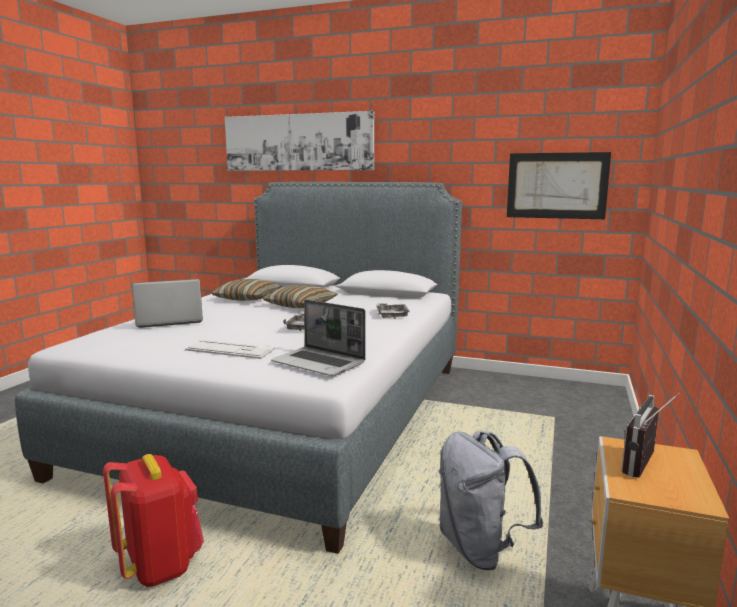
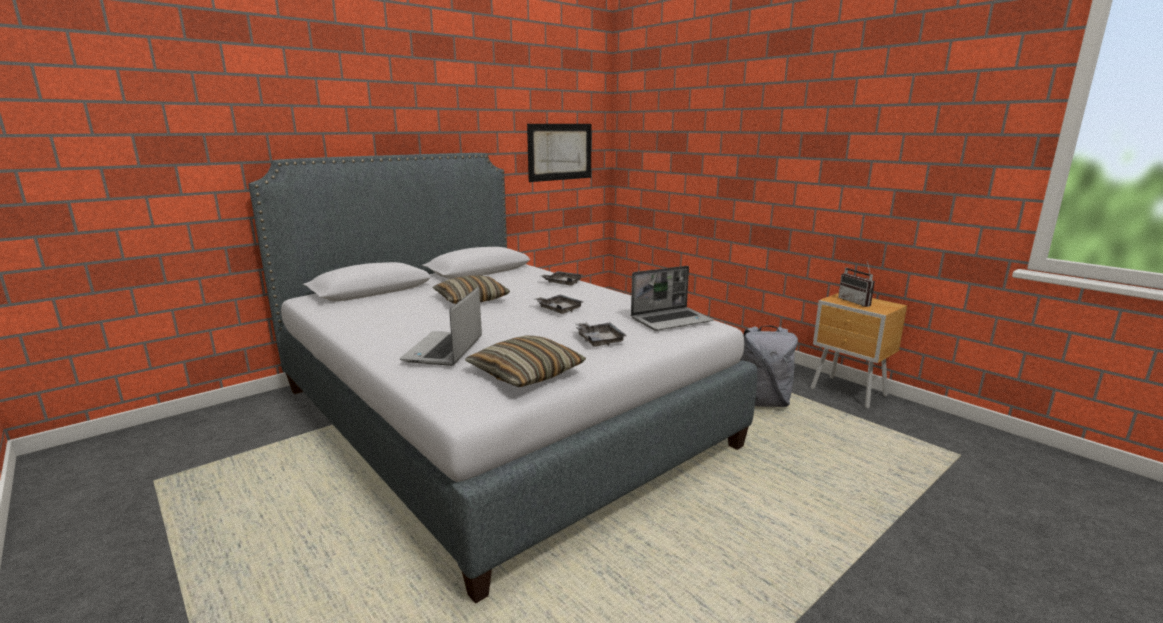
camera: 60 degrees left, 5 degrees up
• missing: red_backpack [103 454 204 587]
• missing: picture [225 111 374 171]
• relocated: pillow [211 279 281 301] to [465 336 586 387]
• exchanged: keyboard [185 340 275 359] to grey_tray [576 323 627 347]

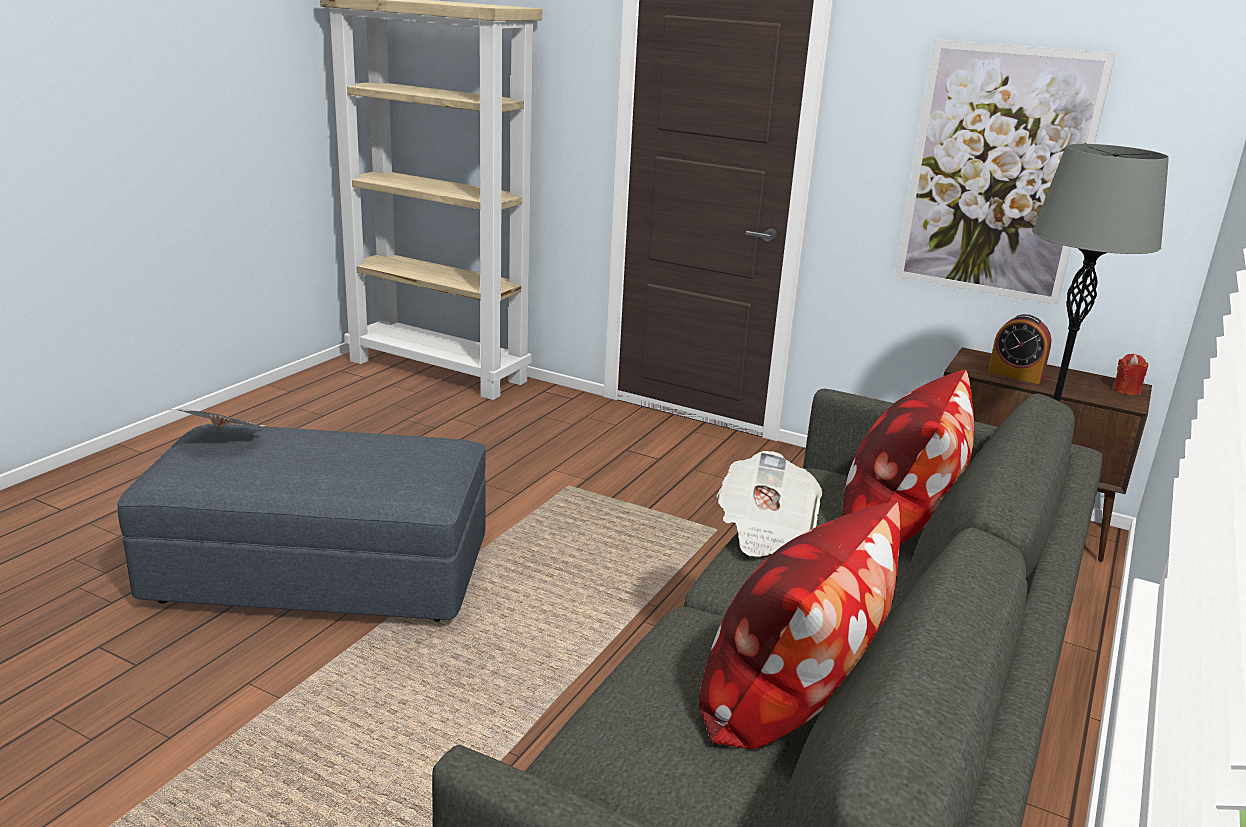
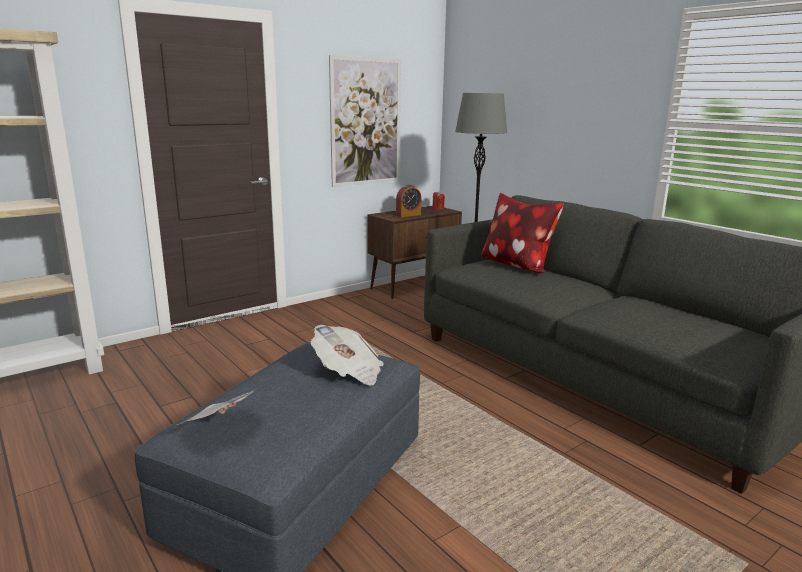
camera: 65 degrees left, 5 degrees down
• missing: pillow [699 501 900 750]
• relocated: newspaper [717 451 823 557] to [310 325 384 385]

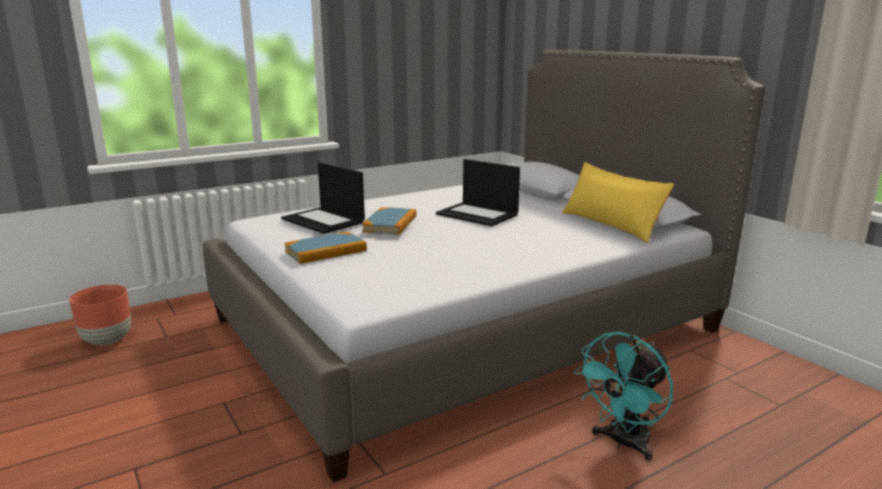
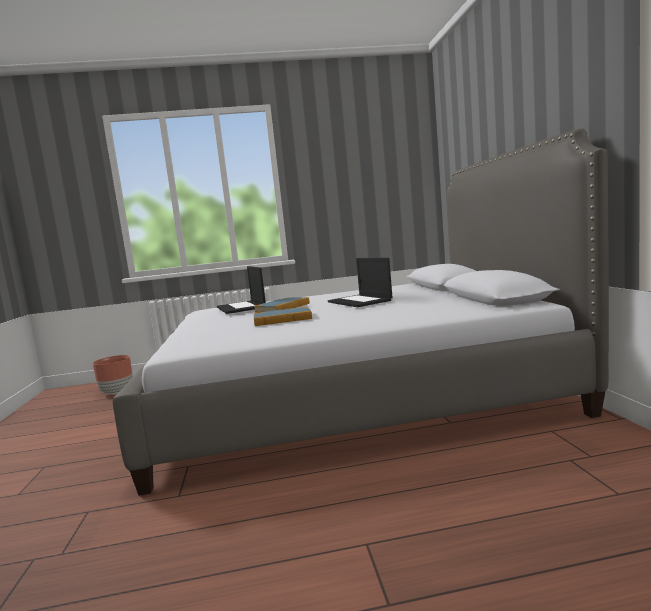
camera: 25 degrees right, 10 degrees down
• missing: yellow_pillow [562 162 674 243]
• missing: turquoise_fan [574 332 673 461]
• relocated: book [284 232 367 264] to [254 307 312 326]

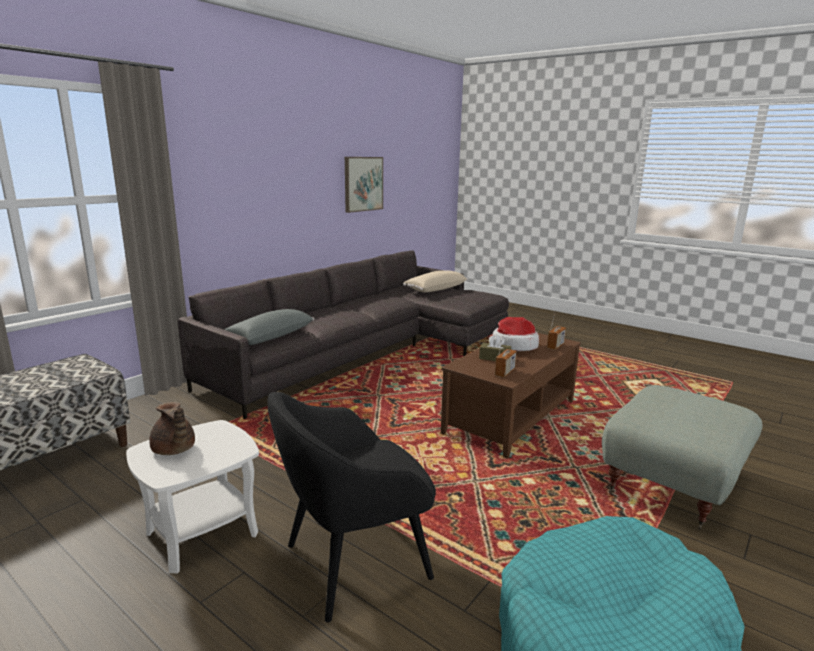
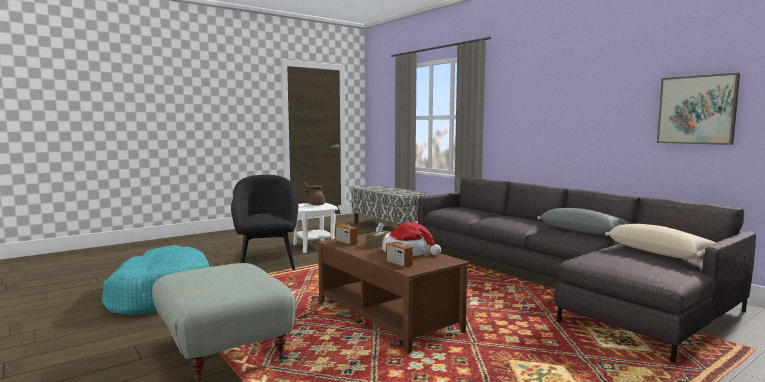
camera: 105 degrees right, 10 degrees down
• relocated: grey_pillow [224 309 314 345] to [538 208 630 234]

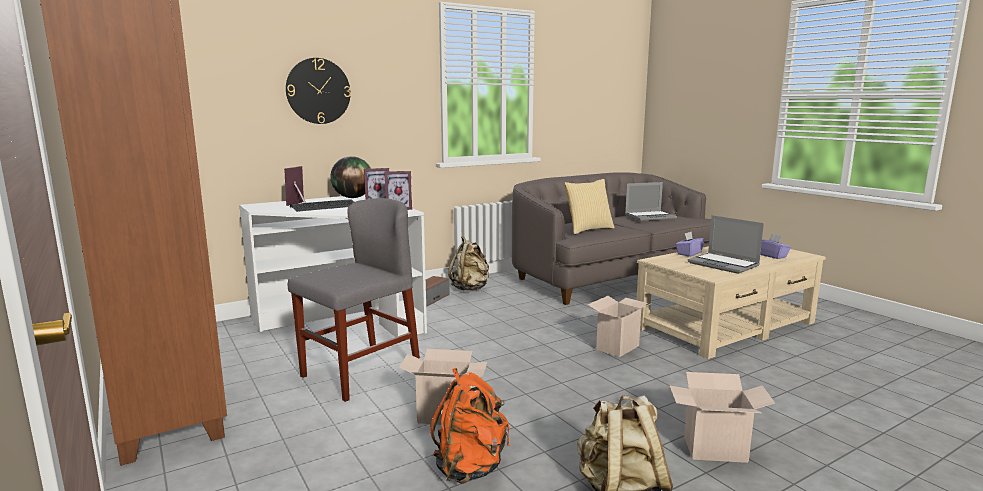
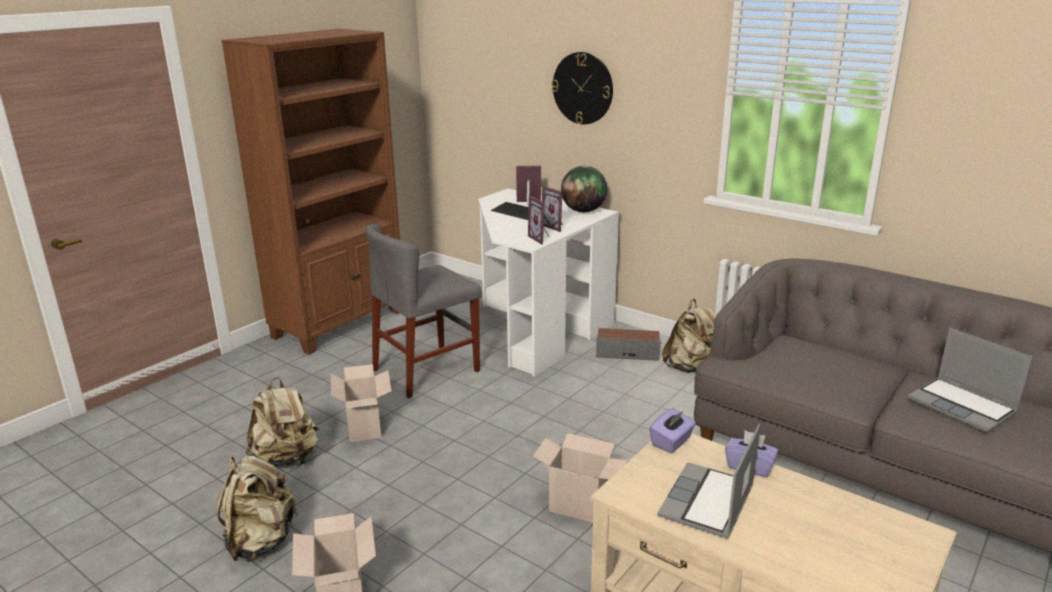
camera: 70 degrees right, 10 degrees up
• missing: pillow [564 179 614 234]
• relocated: purple_tissue_box [760 233 791 259] to [649 408 696 453]
• colour: orange_backpack [430 368 510 484] to beige_backpack [246 377 319 467]
• spun: grey_chair [288 198 420 402] = [365 224 482 398] 120 degrees clockwise

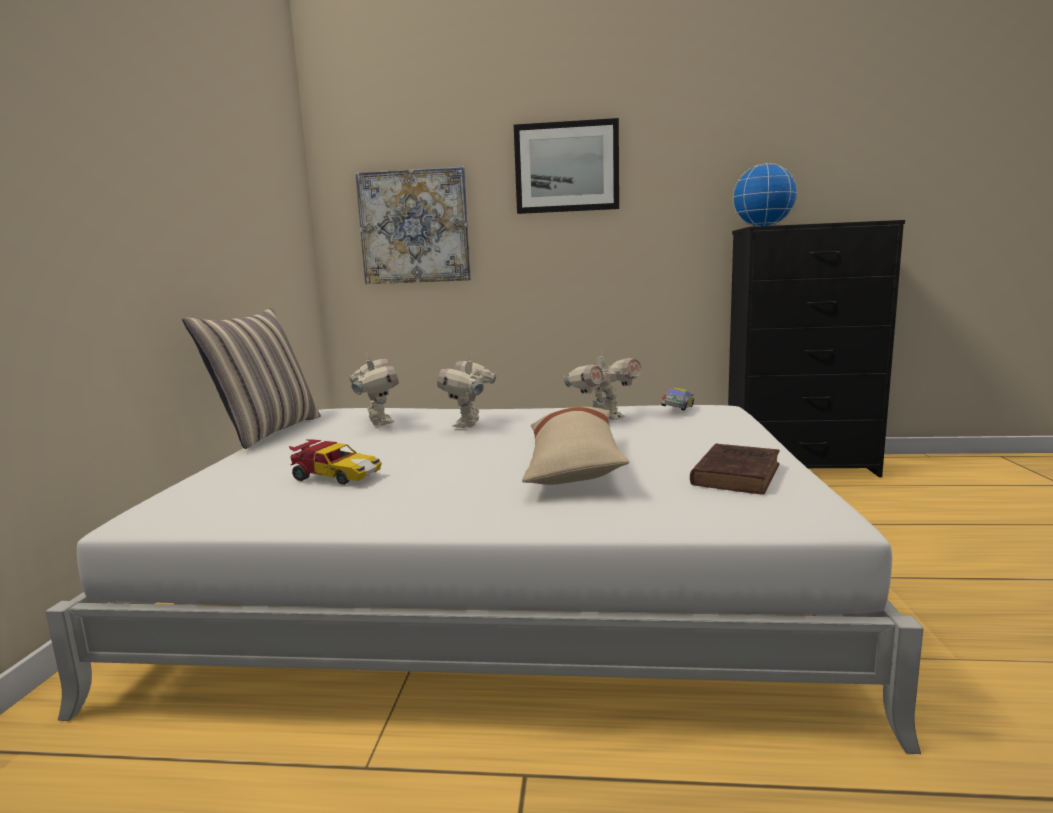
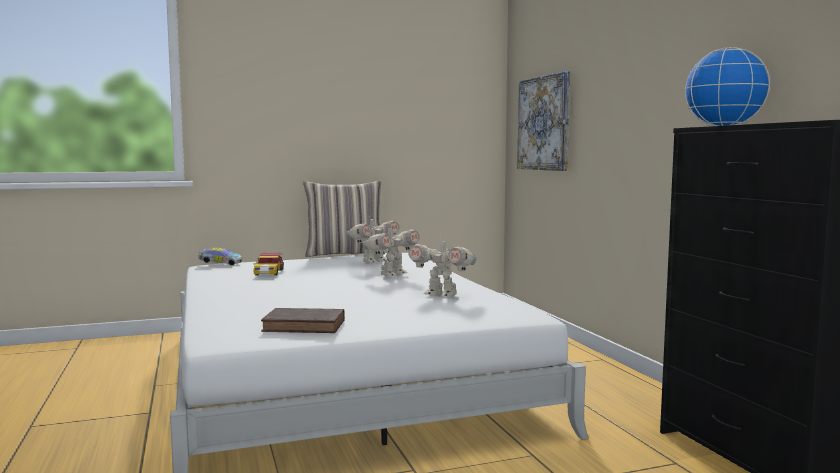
camera: 65 degrees right, 5 degrees down
• missing: picture [514 118 619 214]
• missing: beige_pillow [522 407 629 485]
• relocated: toy_car [661 387 694 411] to [198 248 242 265]
• spun: toy_robot [437 353 496 428] = [362 225 420 276] 150 degrees clockwise

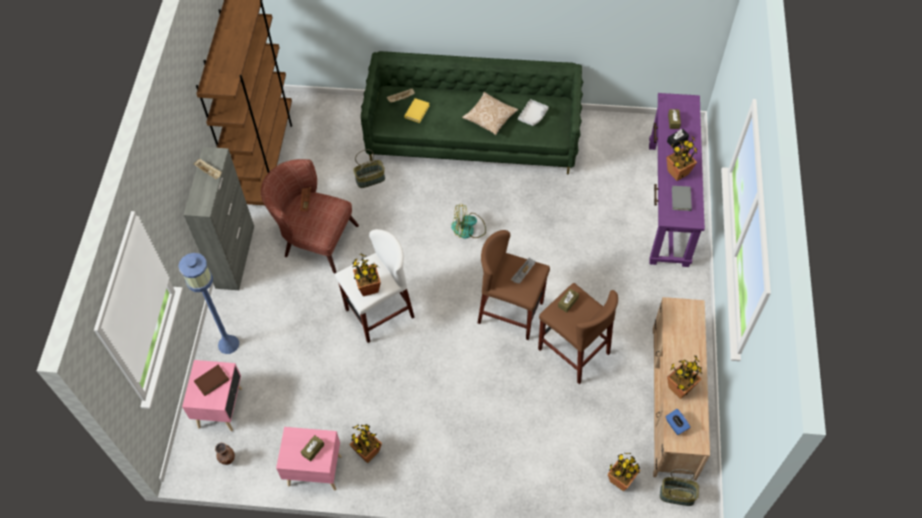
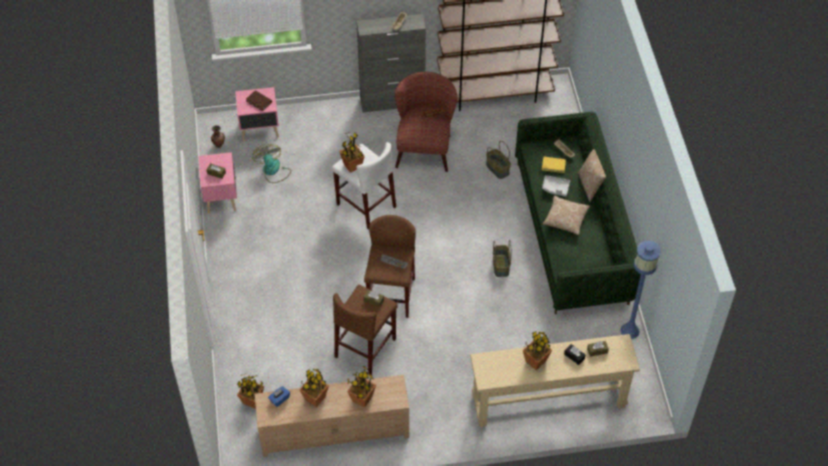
camera: 75 degrees right, 5 degrees down
• missing: grey_book [672 186 692 211]
• appeared: pillow [578 149 606 202]
• relocated: blue_floor_lamp [178 253 239 354] to [621 241 661 339]
• relocated: potted_plant [349 424 382 463] to [347 366 376 407]
• relocated: fan [451 203 486 239] to [252 144 291 183]
• relocated: grey_tray [518 99 549 126] to [542 175 570 197]
• relocated: basket [660 469 699 506] to [493 240 512 277]
• colour: purple_console_table [649 93 705 267] to beige_console_table [470 334 640 427]

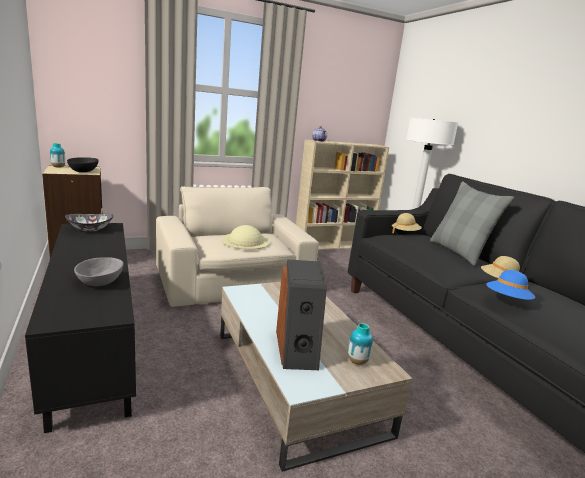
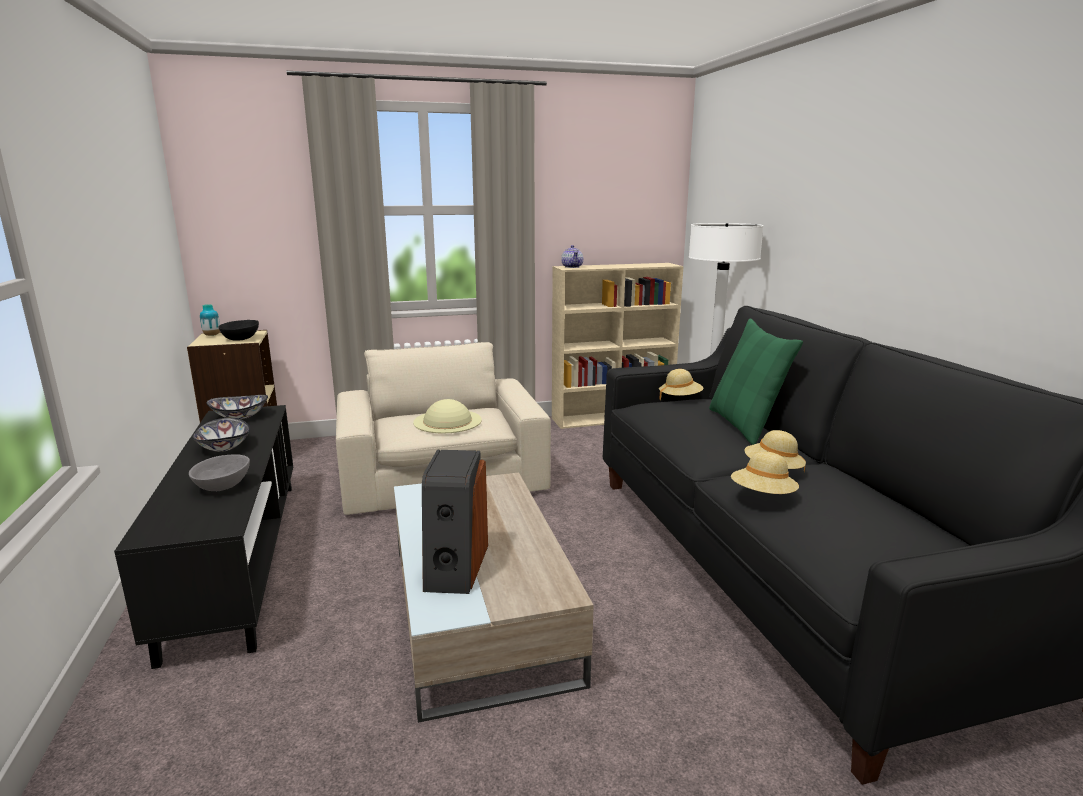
camera: 10 degrees right, 0 degrees up
• missing: vase [348 323 373 365]
• appeared: bowl [192 418 250 452]
• colour: grey_pillow [430 181 514 266] to green_pillow [709 318 803 445]
• colour: blue_hat [486 270 535 300] to beige_hat [731 451 799 494]

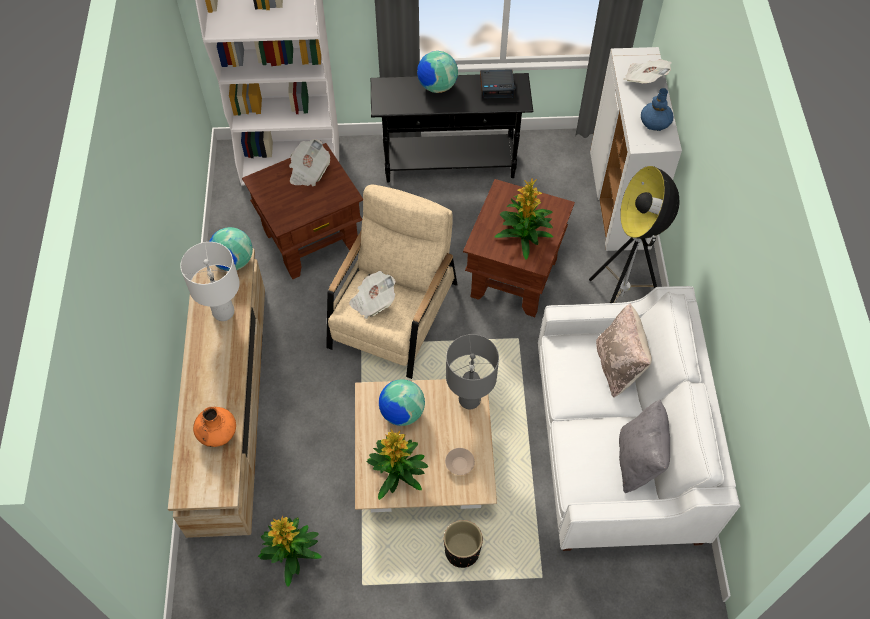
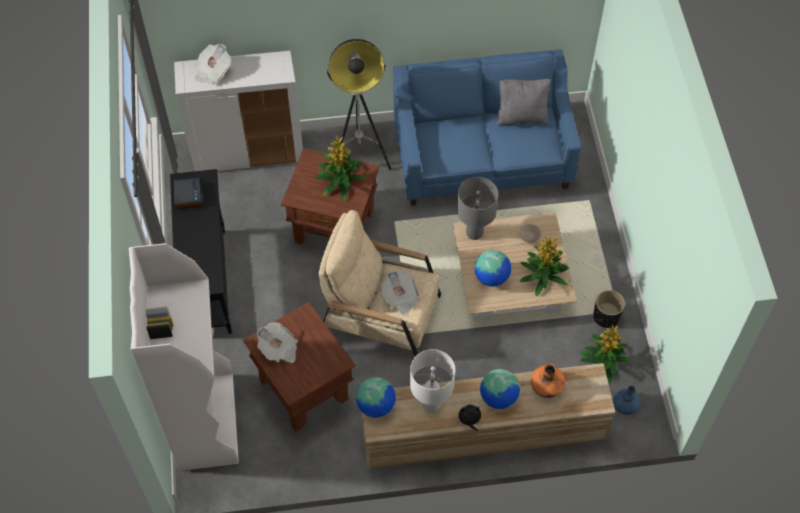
camera: 95 degrees left, 0 degrees up
• missing: beige_pillow [596 303 652 398]
• appeared: plush_toy [457 404 481 431]
• relocated: globe [417 51 458 93] to [480 369 520 409]
• relocated: black_planter [444 520 483 568] to [593 290 625 328]
• relocated: blue_vase [641 88 673 131] to [613 386 641 415]
• colour: white_sofa [538 286 740 551] to blue_sofa [393 50 581 206]

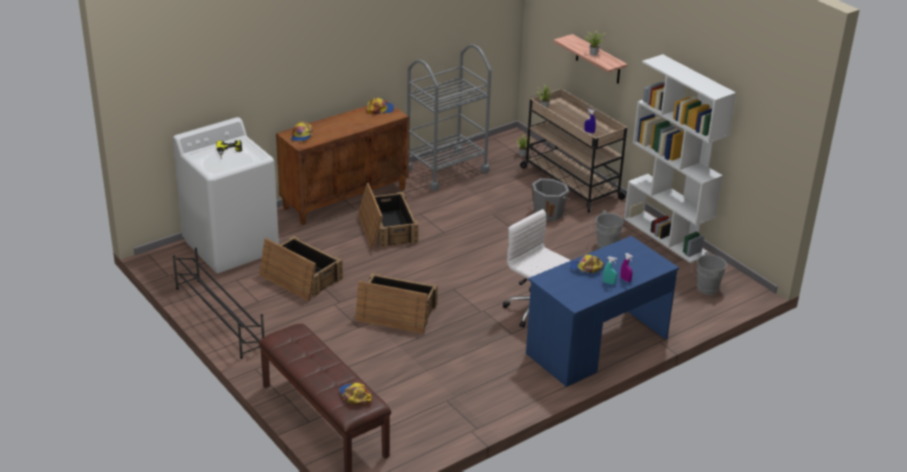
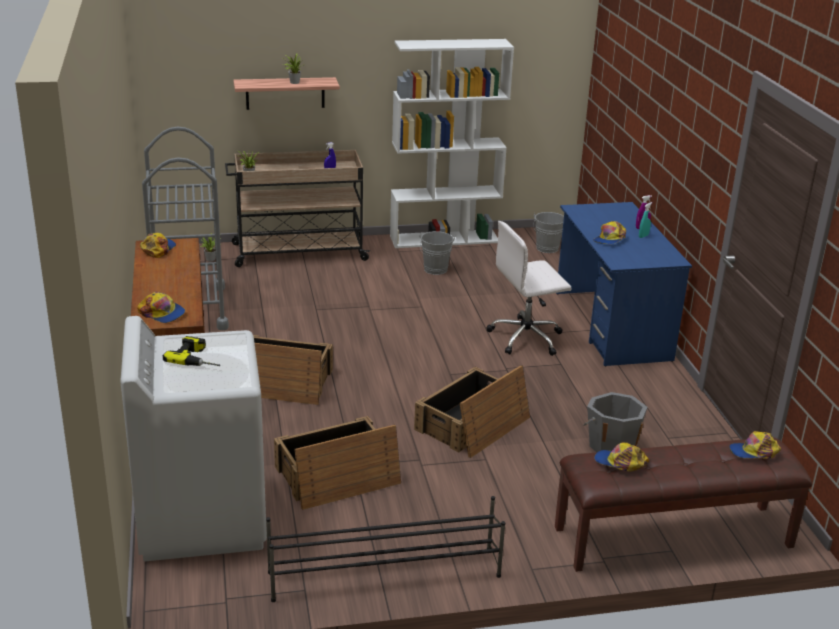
camera: 65 degrees left, 5 degrees down
• appeared: cap [594 443 649 471]
• relocated: grey_bucket [532 178 570 221] to [583 392 647 453]

